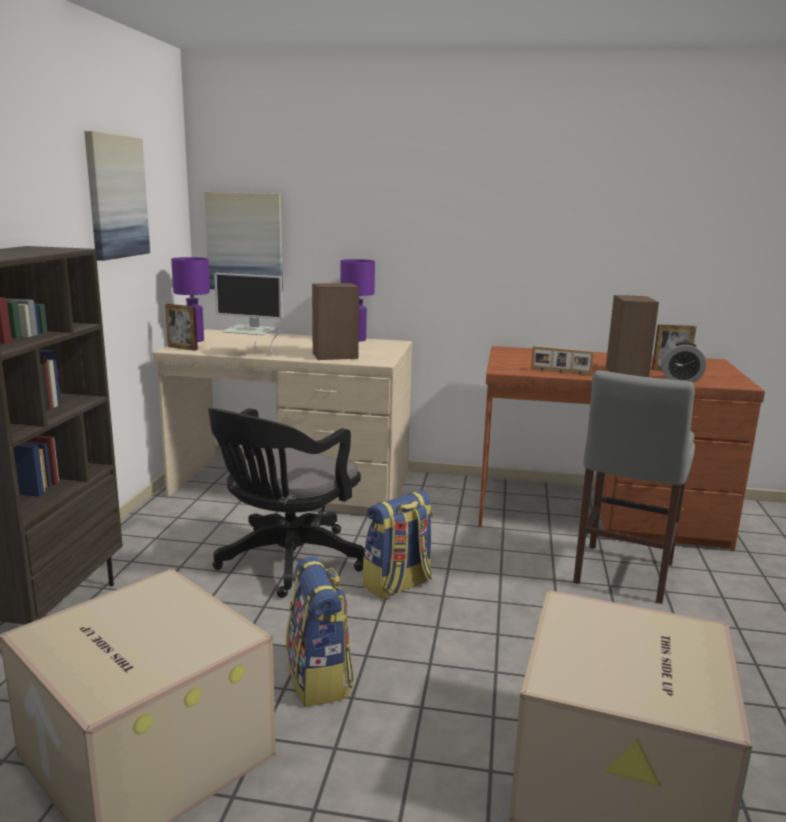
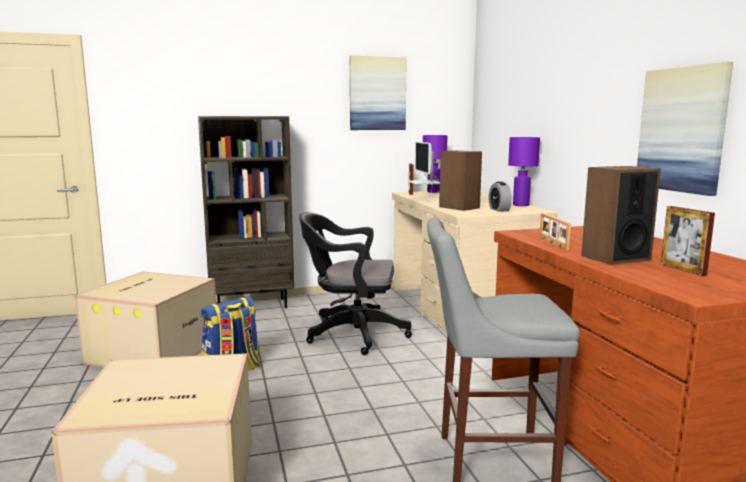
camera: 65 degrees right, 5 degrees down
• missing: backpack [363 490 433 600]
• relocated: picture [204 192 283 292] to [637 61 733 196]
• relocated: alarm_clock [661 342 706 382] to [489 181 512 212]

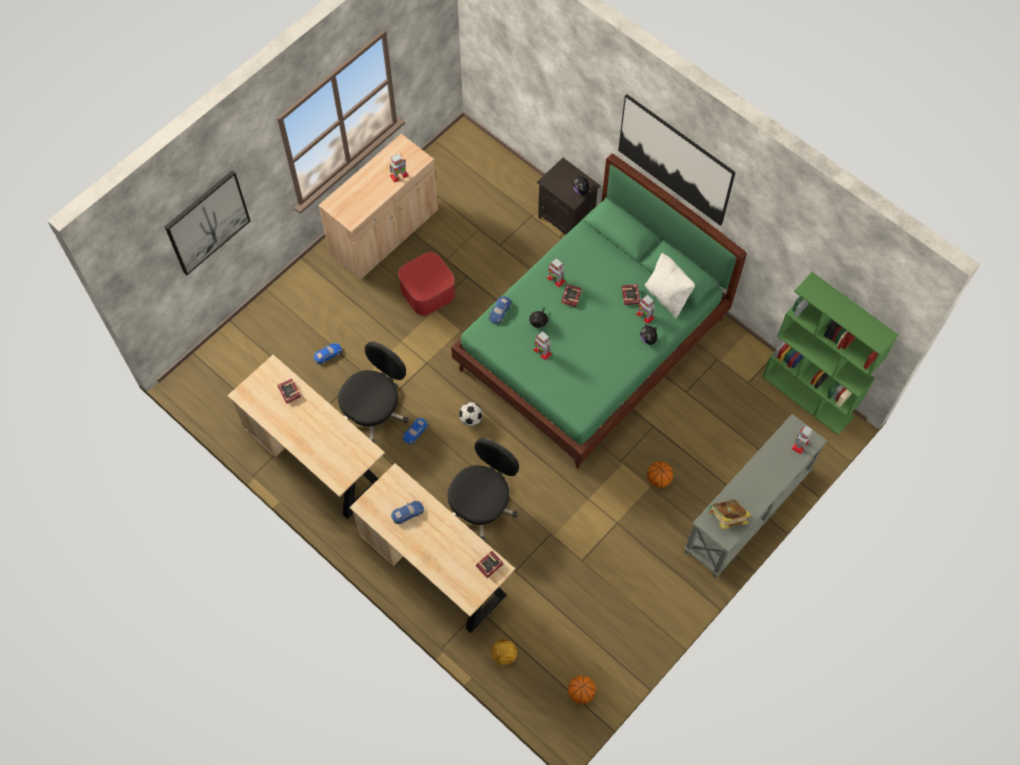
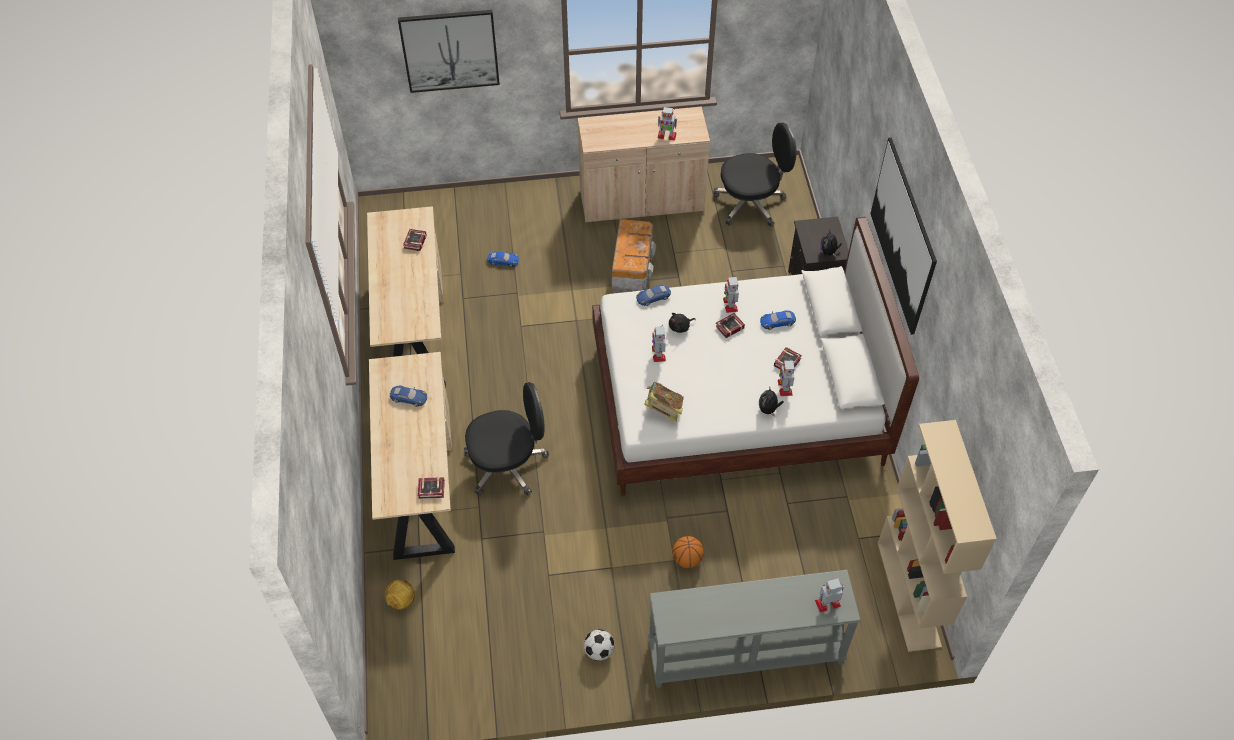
camera: 40 degrees right, 10 degrees down
• missing: basketball [568 675 596 704]
• missing: white_pillow [645 253 695 318]
• relocated: black_office_chair [338 341 408 443] to [713 123 797 227]
• relocated: blue_toy_car [403 418 428 444] to [760 310 796 330]
• relocated: football [459 402 483 426] to [584 629 615 661]
• relocated: book [708 499 751 529] to [644 382 684 422]
• exchanged: ottoman [398 252 455 316] to storage_box [612 219 656 293]
• colour: green_bed [451 154 747 469] to white_bed [592 217 919 496]
• colour: green_bookcase [762 272 898 435] to beige_bookcase [878 420 997 652]

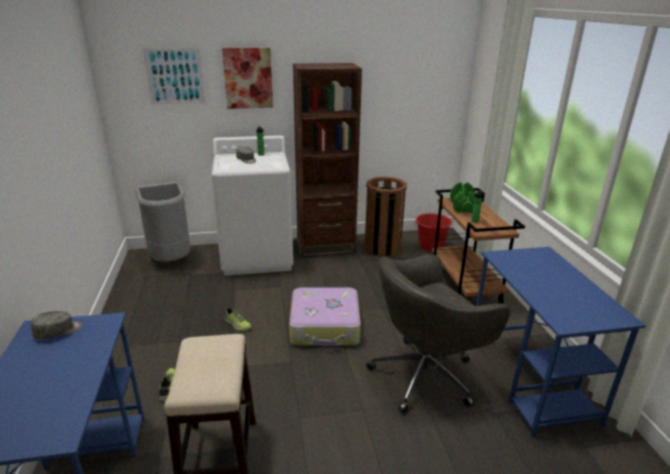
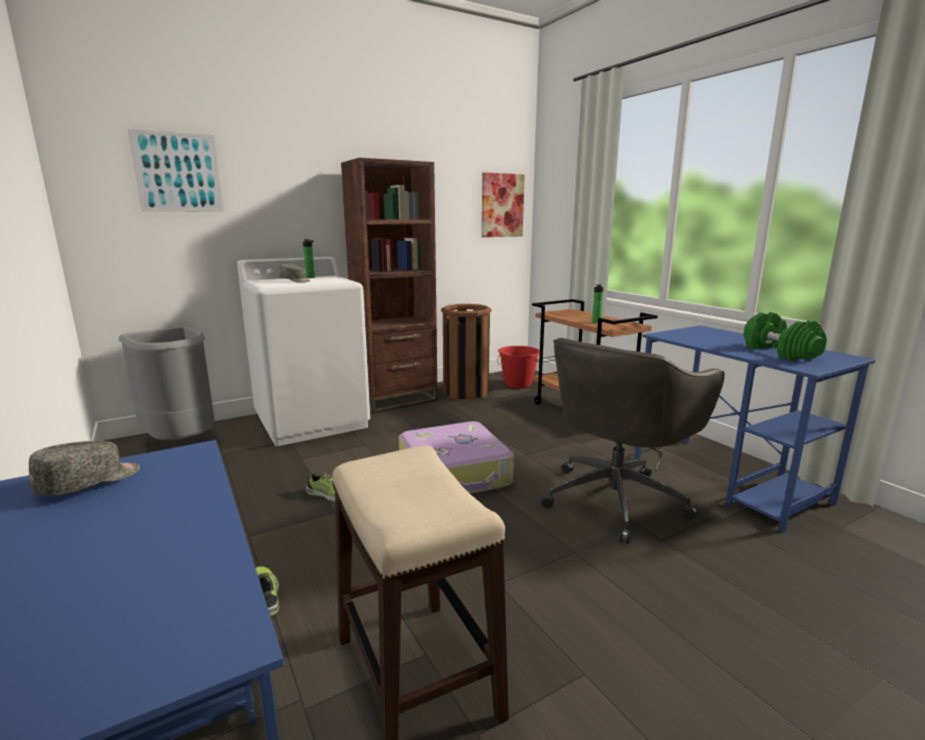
camera: 20 degrees left, 10 degrees down
• relocated: picture [222 48 273 109] to [482 172 525 237]
• relocated: green_dumbbell [450 182 475 213] to [744 312 827 360]

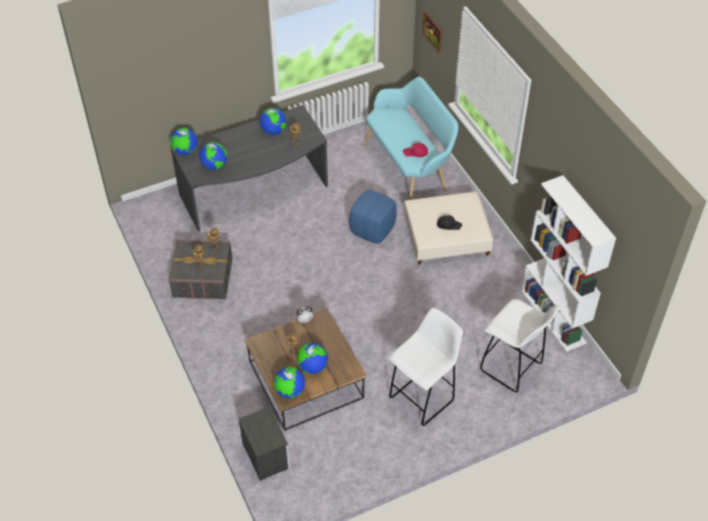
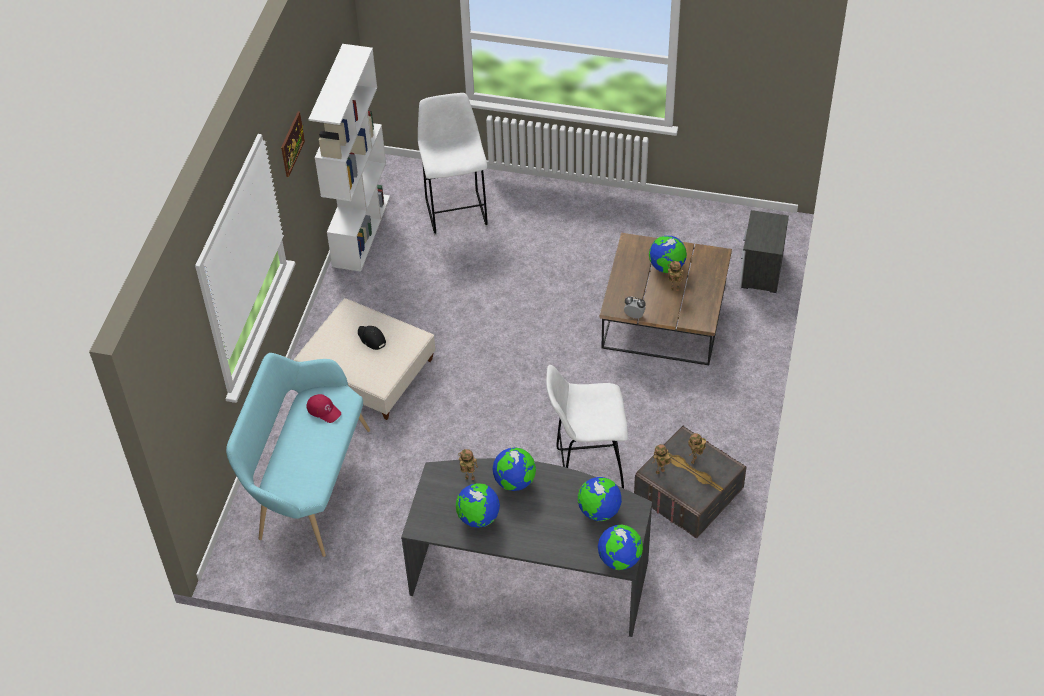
camera: 140 degrees left, 0 degrees up
• missing: blue_ottoman [349 190 397 244]
• relocated: globe [274 367 305 398] to [492 448 536 491]
• relocated: white_stool [389 308 463 427] to [546 365 628 488]
• relocated: picture [422 11 442 53] to [281 111 305 177]

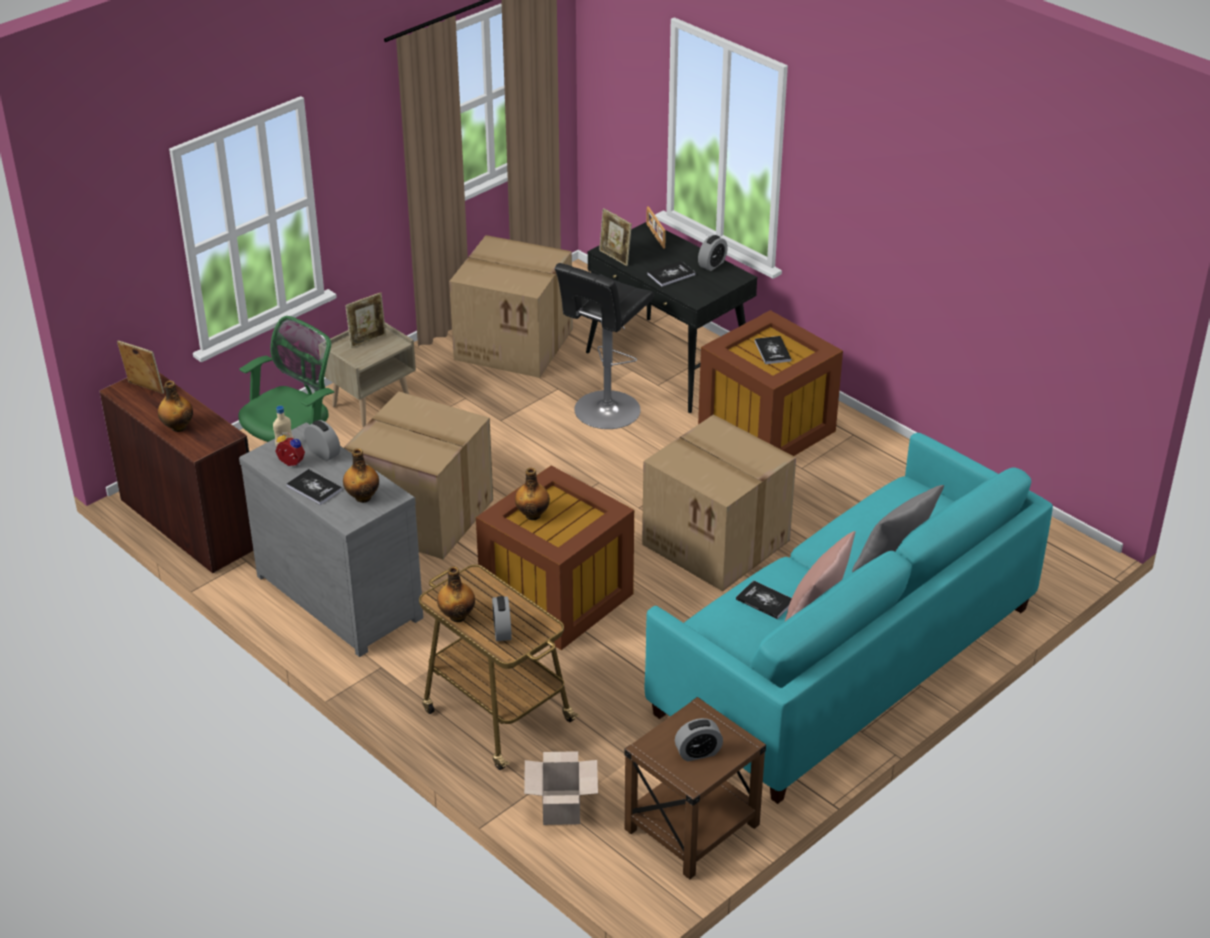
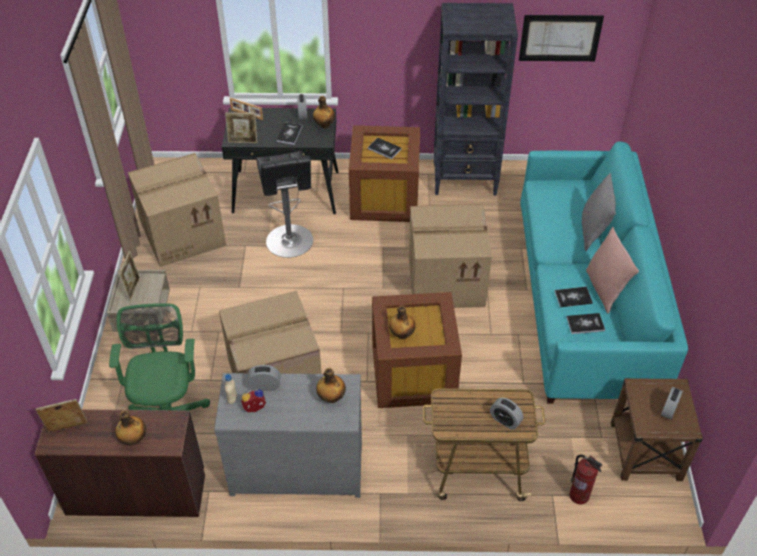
camera: 45 degrees left, 10 degrees up
• appeared: black_bookcase [434 3 518 196]
• appeared: picture [519 15 604 61]
• relocated: book [286 469 342 505] to [566 313 605 334]
• relocated: bottle [437 567 475 622] to [313 96 335 129]
• exchanged: cardboard_box [524 751 598 825] to fire_extinguisher [569 455 603 504]

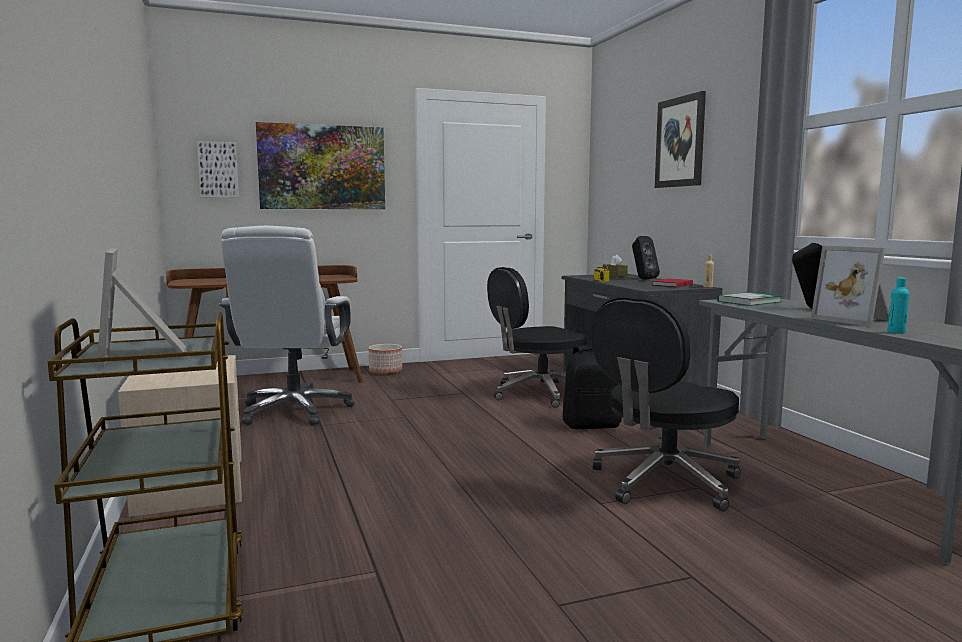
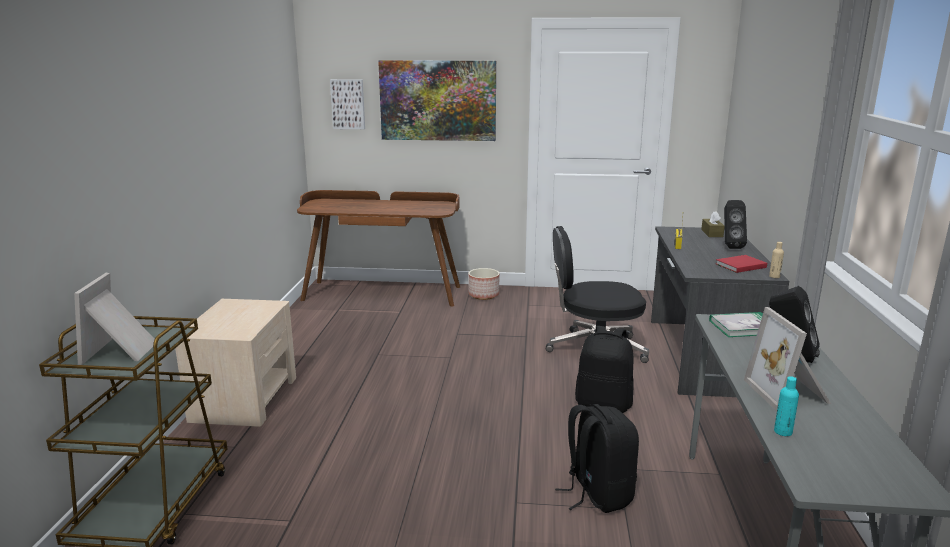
camera: 25 degrees right, 10 degrees up
• missing: white_office_chair [219 226 354 425]
• missing: picture [655 91 706 188]
• exchanged: black_office_chair [592 296 740 511] to black_backpack [555 404 639 513]

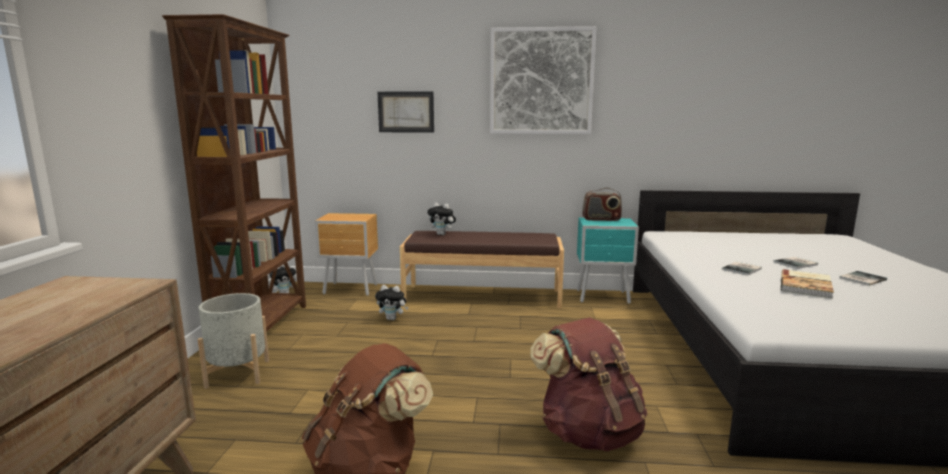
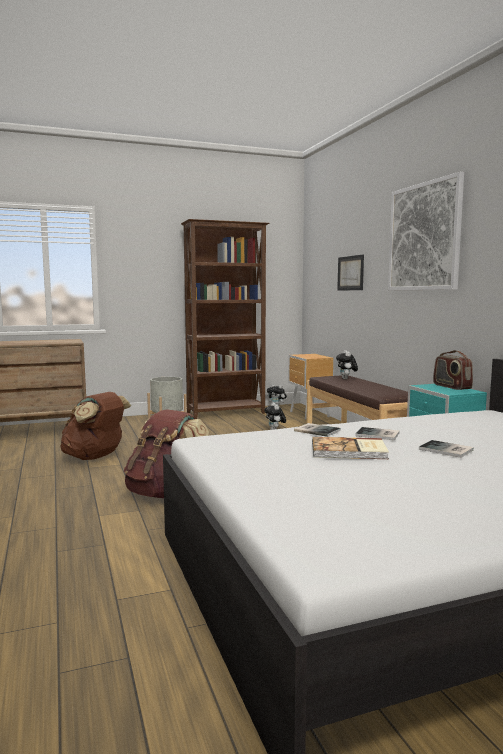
camera: 65 degrees right, 5 degrees down
• relocated: book [839 271 887 286] to [294 423 341 437]

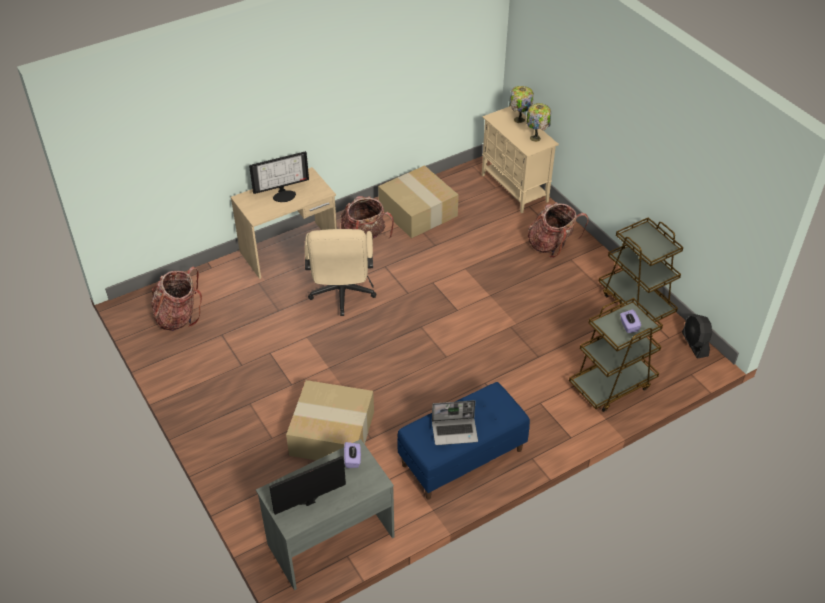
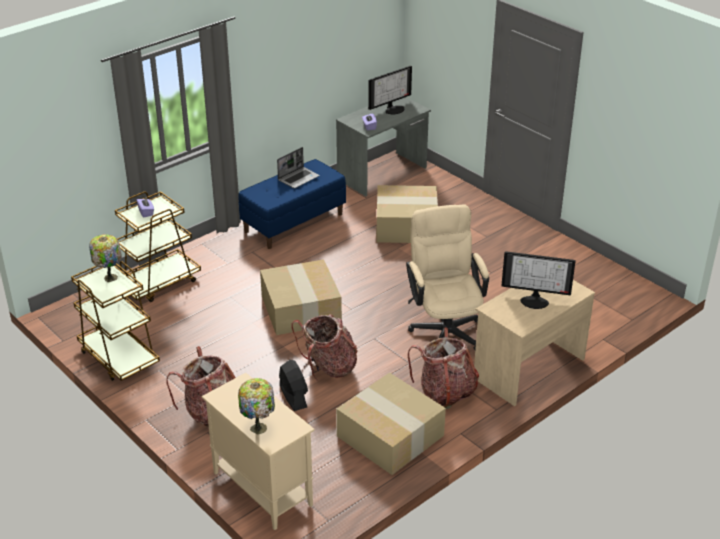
camera: 170 degrees right, 10 degrees down
• appeared: cardboard_box [260 259 342 335]
• relocated: backpack [151 267 202 331] to [291 314 357 381]
• relocated: table_lamp [526 103 551 142] to [89 234 122 282]
• relocated: black_fan [682 314 712 359] to [279 360 308 411]
• spun: monitor [249 151 309 202] = [501 251 576 309] 135 degrees counterclockwise
• spun: laptop [432 400 478 445] = [277 147 320 188] 150 degrees clockwise

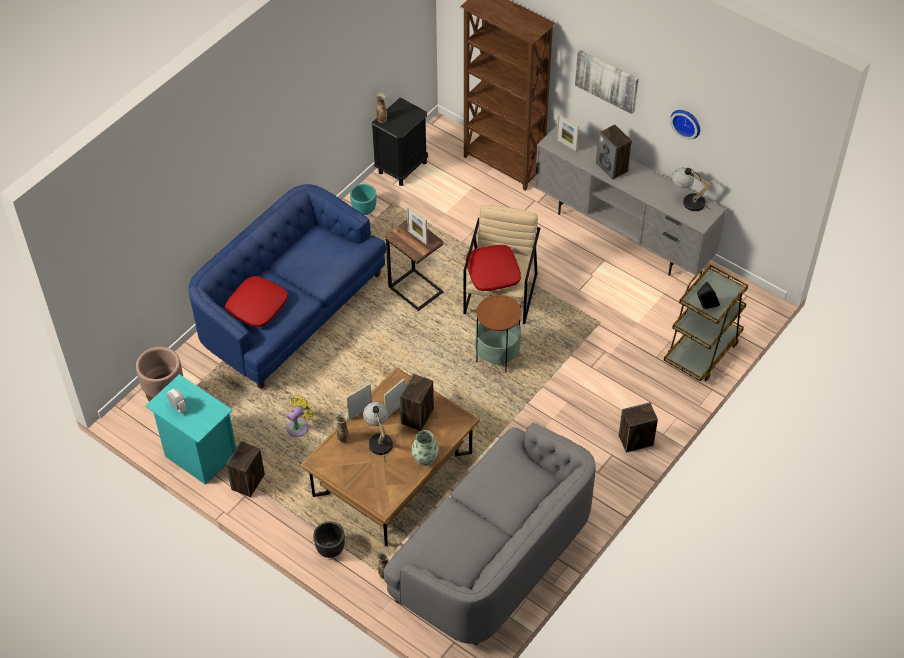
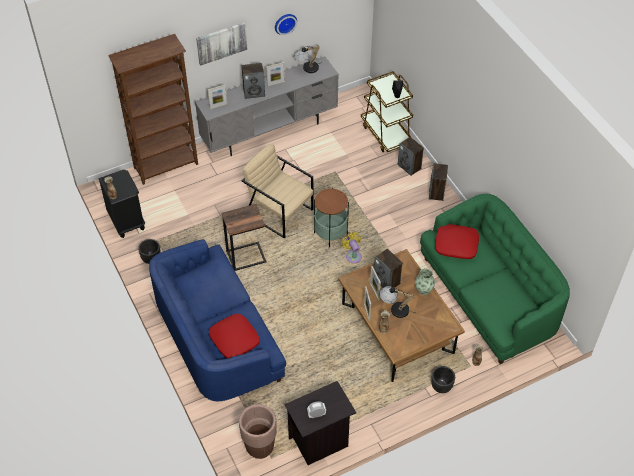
camera: 65 degrees left, 0 degrees up
• relocated: speaker [226 441 265 497] to [398 137 424 176]
• relocated: yellow_fan [287 395 314 437] to [341 232 362 263]
• relocated: picture_frame [407 206 428 245] to [266 62 285 87]
• relocated: red_pillow [466 245 521 291] to [435 224 479 259]
• colour: turquoise_nightstand [145 374 236 485] to black_nightstand [284 381 356 465]
• colour: turquoise_planter [350 184 376 215] to black_planter [138 239 161 264]
• colour: grey_sofa [384 422 596 645] to green_sofa [420 194 570 364]

